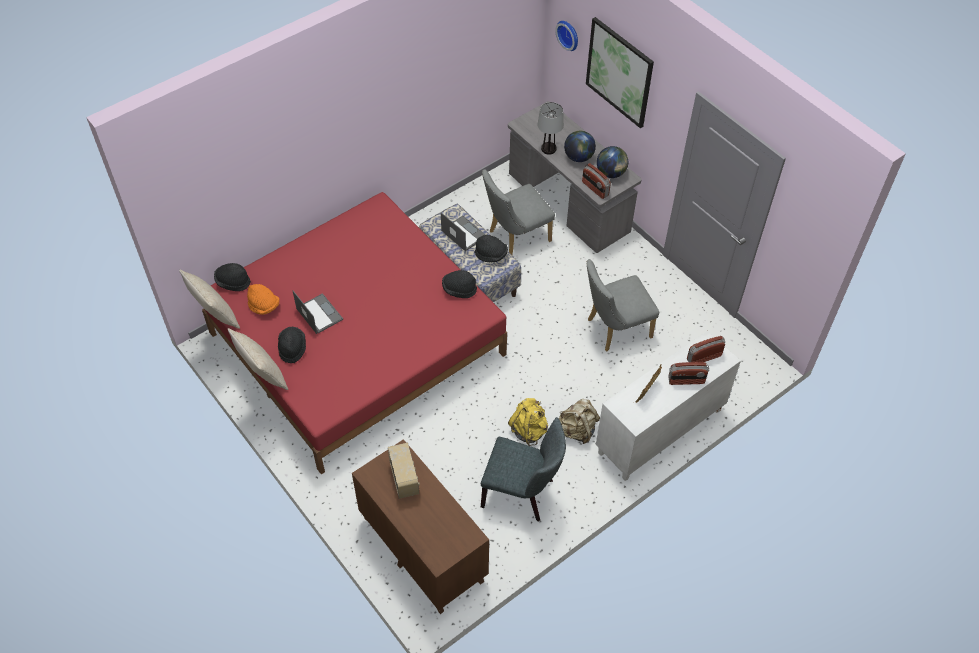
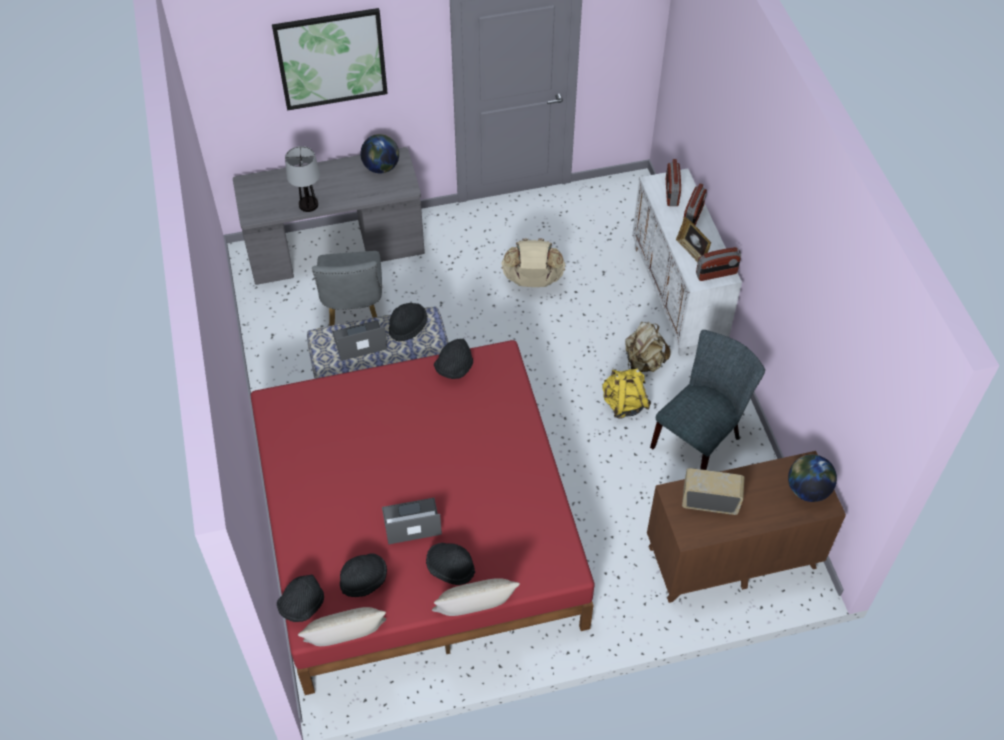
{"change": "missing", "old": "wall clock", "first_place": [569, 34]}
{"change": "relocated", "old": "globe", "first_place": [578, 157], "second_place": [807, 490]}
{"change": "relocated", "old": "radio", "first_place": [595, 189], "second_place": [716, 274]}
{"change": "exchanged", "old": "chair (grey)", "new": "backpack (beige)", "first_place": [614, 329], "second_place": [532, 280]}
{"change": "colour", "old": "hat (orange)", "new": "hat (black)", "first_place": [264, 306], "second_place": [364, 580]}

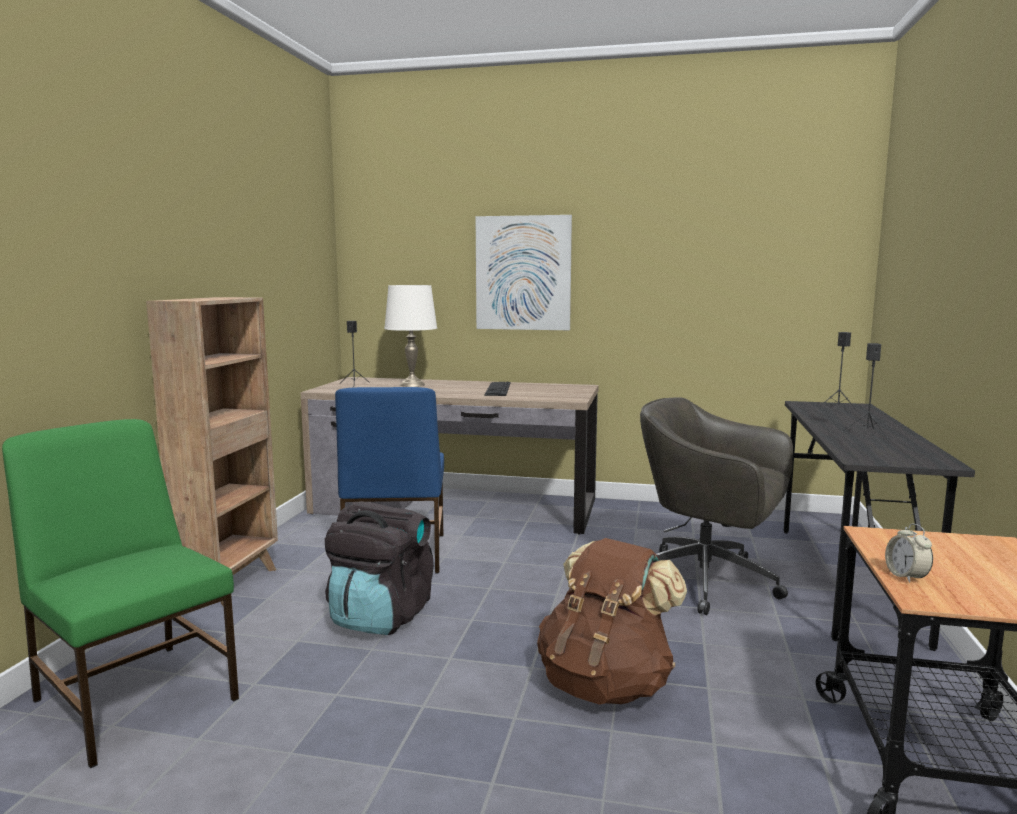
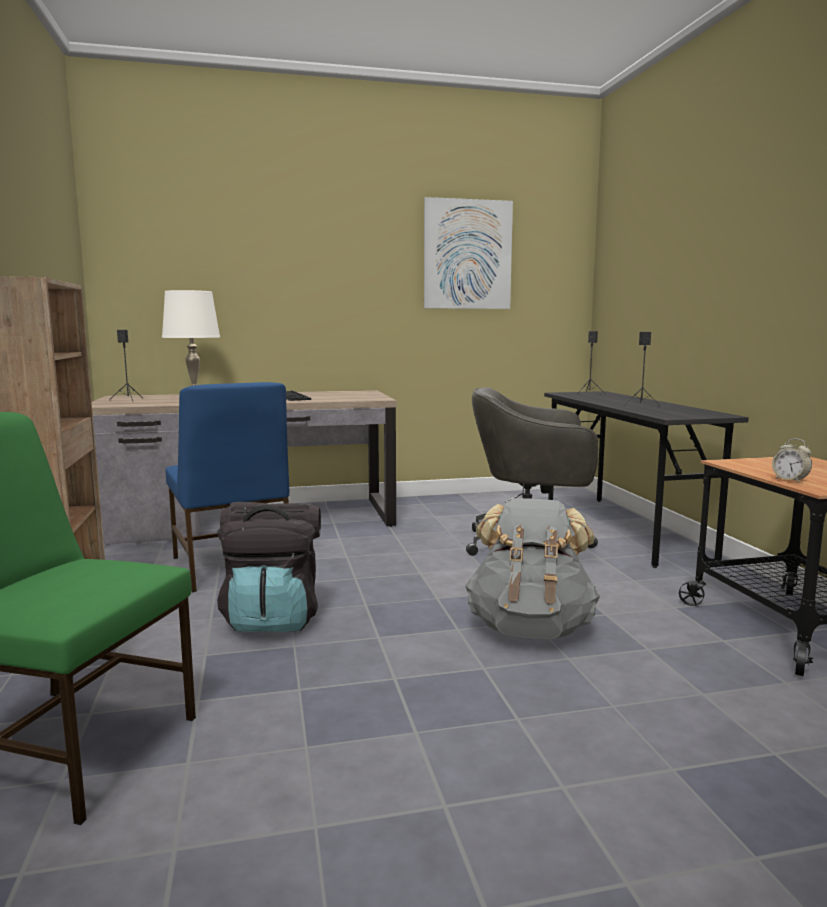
{"change": "relocated", "old": "picture", "first_place": [523, 273], "second_place": [467, 254]}
{"change": "colour", "old": "backpack (brown)", "new": "backpack (grey)", "first_place": [606, 684], "second_place": [530, 628]}

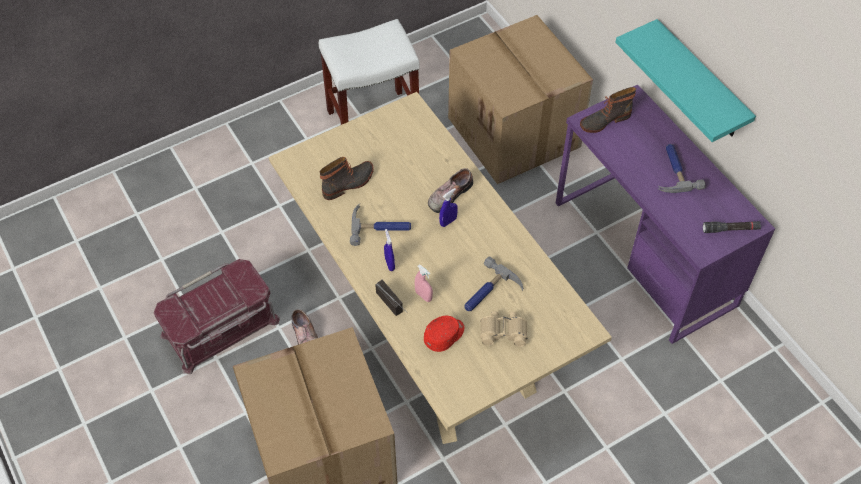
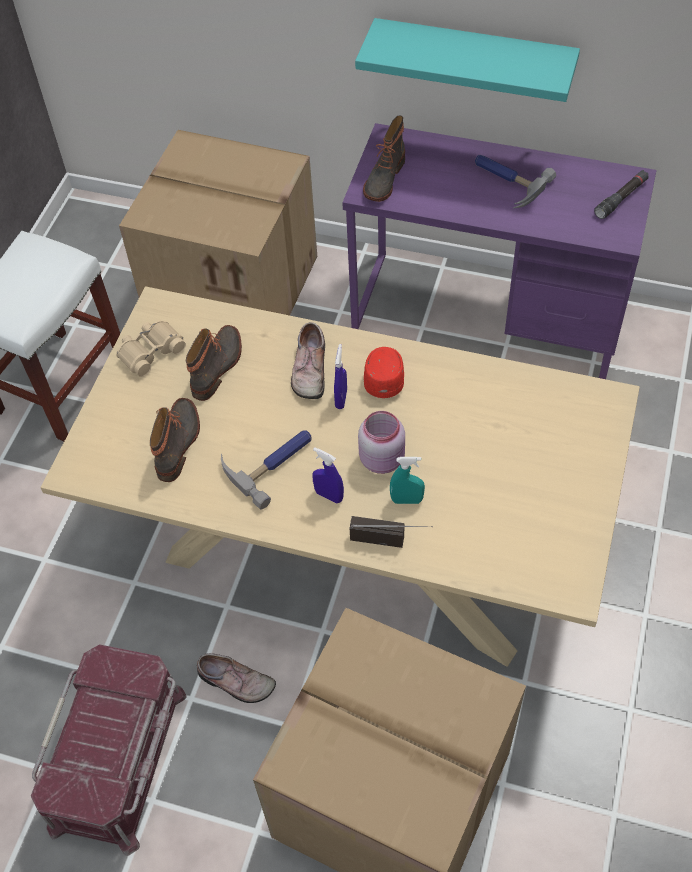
{"change": "missing", "old": "hammer", "first_place": [489, 293]}
{"change": "colour", "old": "spray bottle (pink)", "new": "spray bottle (turquoise)", "first_place": [423, 296], "second_place": [406, 500]}
{"change": "relocated", "old": "binoculars (beige)", "first_place": [503, 331], "second_place": [150, 351]}
{"change": "relocated", "old": "cap (red)", "first_place": [444, 335], "second_place": [384, 376]}
{"change": "appeared", "new": "boot", "second_place": [218, 366]}
{"change": "appeared", "new": "jar (pink)", "second_place": [383, 459]}

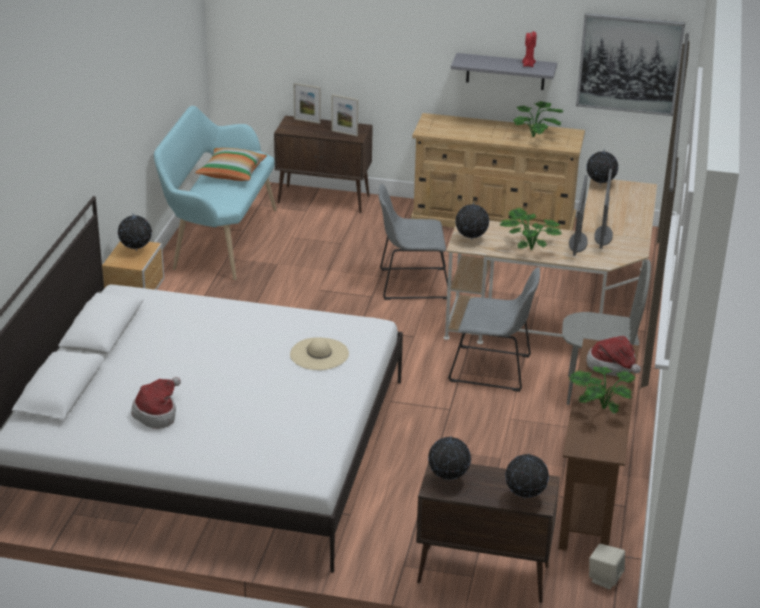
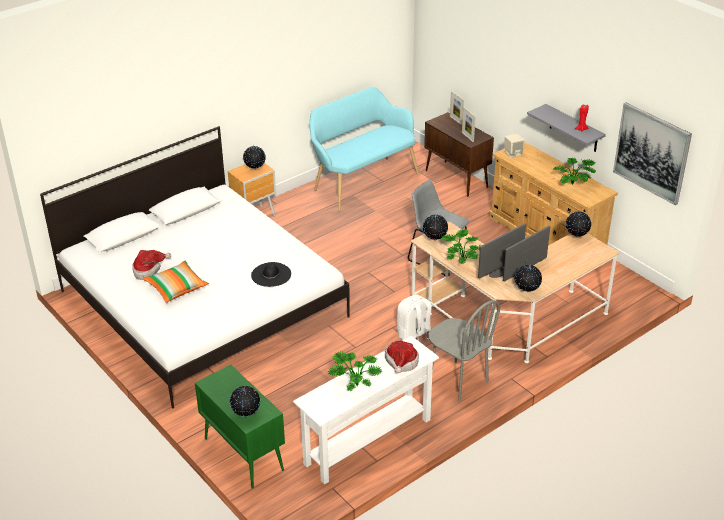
{"change": "relocated", "old": "pillow", "first_place": [231, 173], "second_place": [176, 288]}
{"change": "exchanged", "old": "chair (grey)", "new": "backpack (white)", "first_place": [494, 369], "second_place": [414, 335]}
{"change": "colour", "old": "hat (beige)", "new": "hat (black)", "first_place": [319, 354], "second_place": [271, 274]}
{"change": "colour", "old": "console table (brown)", "new": "console table (white)", "first_place": [592, 493], "second_place": [368, 442]}
{"change": "relocated", "old": "globe", "first_place": [448, 480], "second_place": [526, 291]}
{"change": "colour", "old": "cabinet (brown)", "new": "cabinet (green)", "first_place": [481, 574], "second_place": [243, 454]}
{"change": "relocated", "old": "speaker (beige)", "first_place": [604, 579], "second_place": [513, 153]}

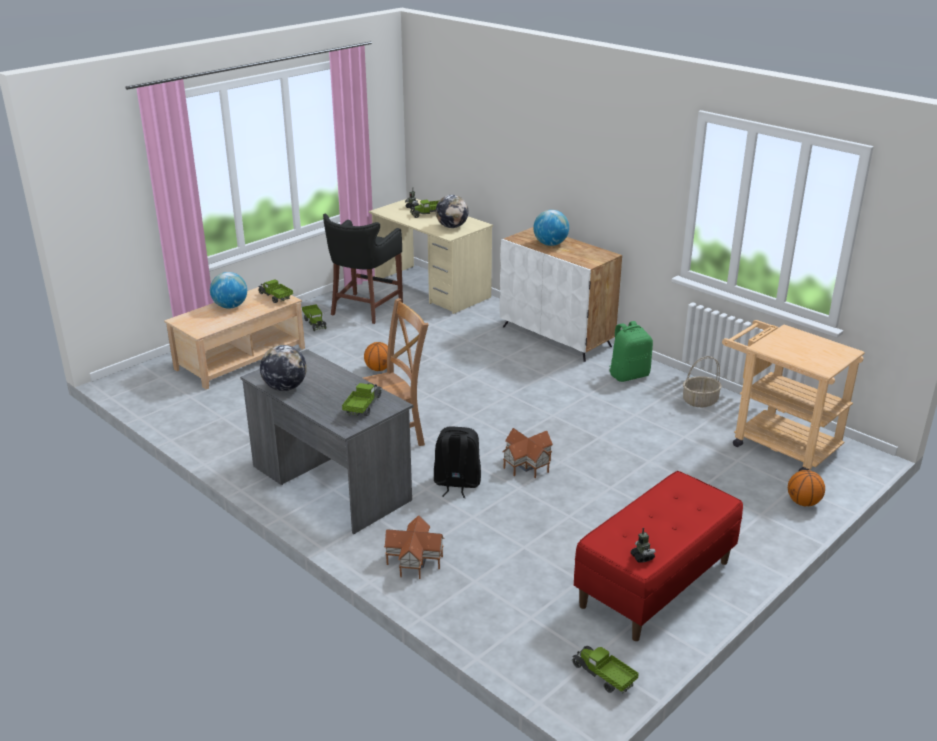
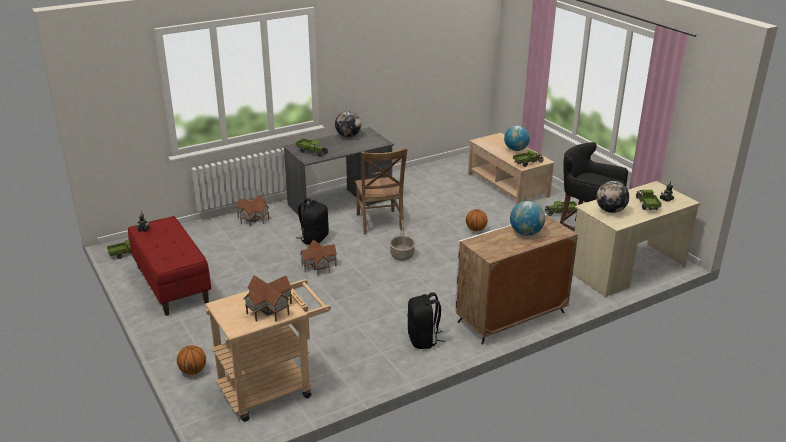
{"change": "colour", "old": "backpack (green)", "new": "backpack (black)", "first_place": [629, 375], "second_place": [423, 340]}
{"change": "relocated", "old": "basket", "first_place": [700, 401], "second_place": [402, 255]}
{"change": "appeared", "new": "toy house", "second_place": [269, 309]}

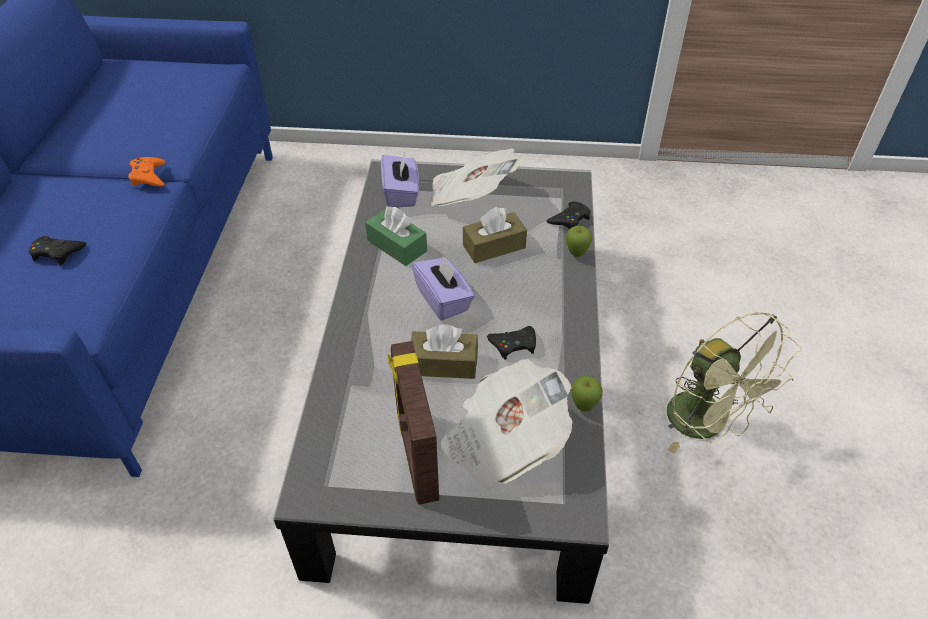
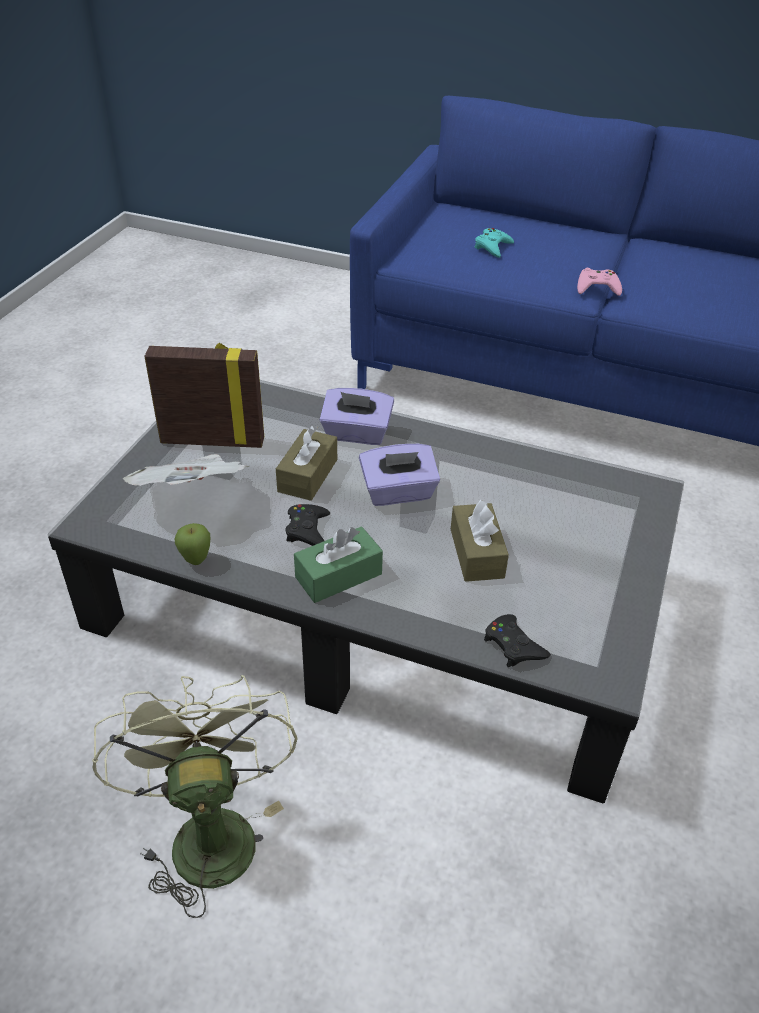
{"change": "missing", "old": "newspaper", "first_place": [470, 197]}
{"change": "relocated", "old": "tissue box (purple)", "first_place": [401, 194], "second_place": [356, 434]}
{"change": "colour", "old": "game controller (orange)", "new": "game controller (pink)", "first_place": [149, 176], "second_place": [597, 287]}
{"change": "relocated", "old": "tissue box (green)", "first_place": [397, 245], "second_place": [338, 575]}
{"change": "missing", "old": "apple", "first_place": [576, 254]}
{"change": "colour", "old": "game controller (black)", "new": "game controller (turquoise)", "first_place": [57, 253], "second_place": [492, 247]}
{"change": "spun", "old": "fan (green)", "first_place": [706, 425], "second_place": [208, 830], "degrees": 90}

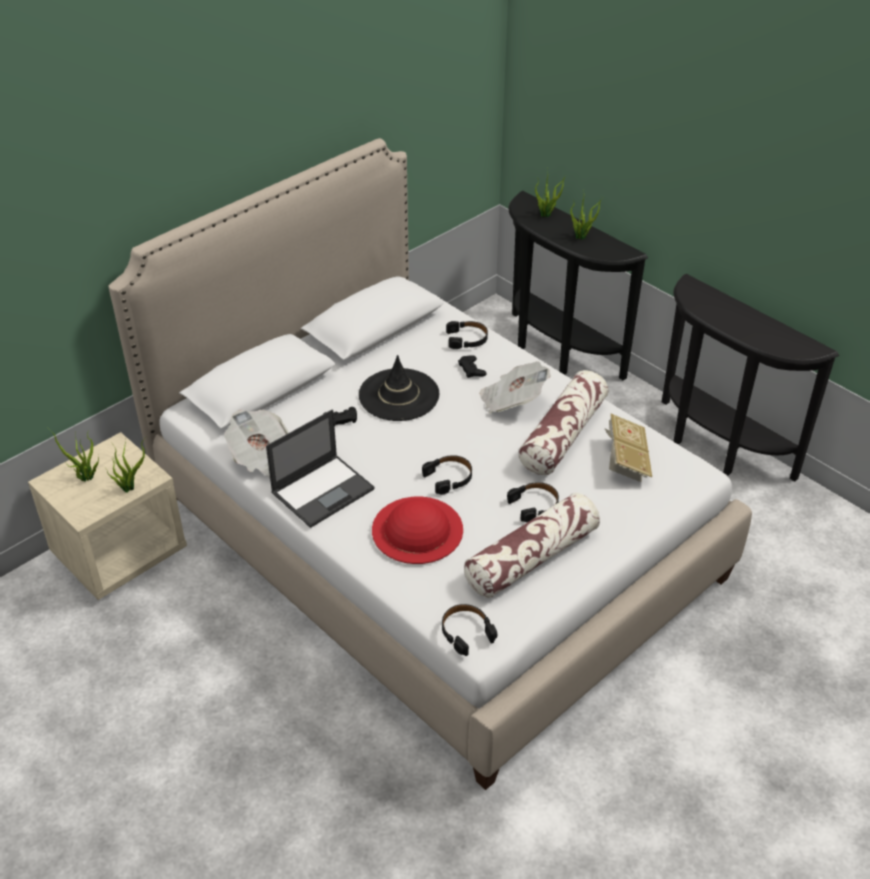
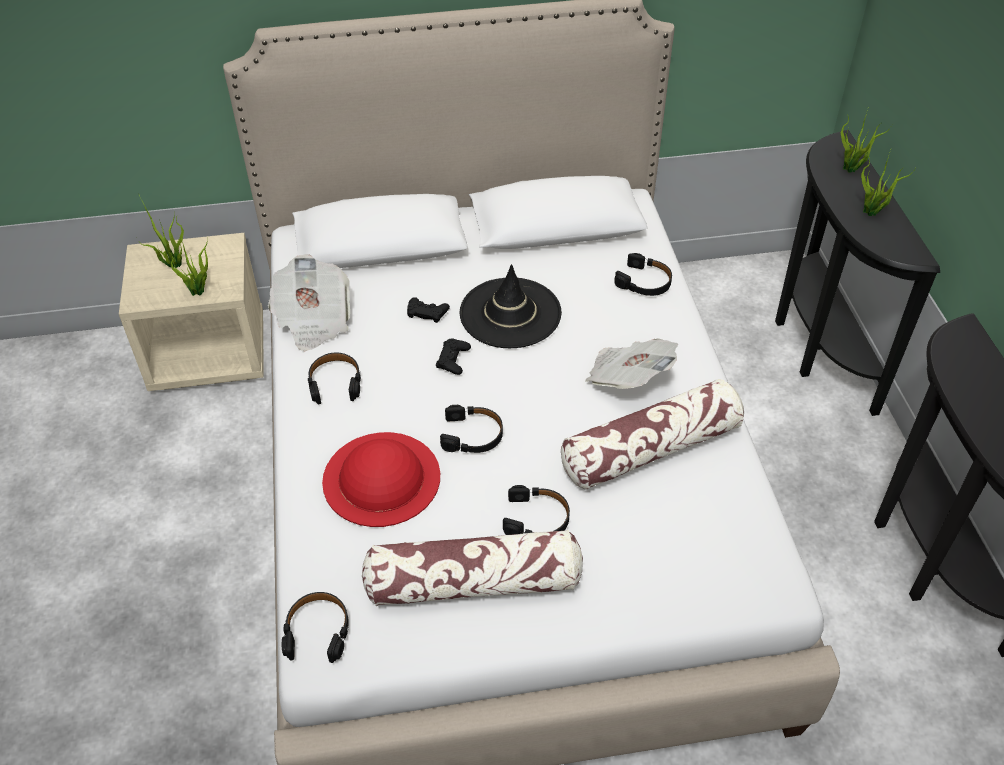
{"change": "relocated", "old": "game controller (black)", "first_place": [471, 369], "second_place": [453, 359]}
{"change": "exchanged", "old": "laptop", "new": "headphones (black)", "first_place": [323, 490], "second_place": [335, 383]}
{"change": "missing", "old": "book", "first_place": [625, 461]}

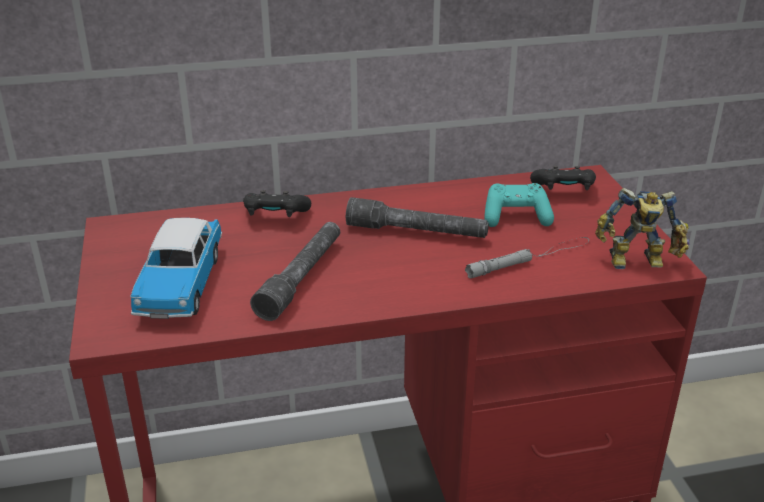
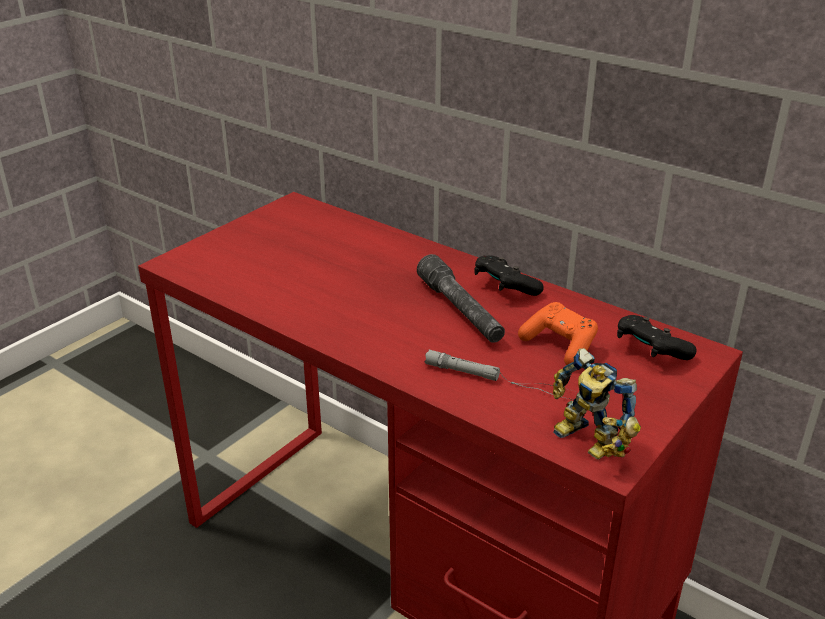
{"change": "colour", "old": "game controller (turquoise)", "new": "game controller (orange)", "first_place": [516, 217], "second_place": [560, 345]}
{"change": "relocated", "old": "game controller (black)", "first_place": [275, 217], "second_place": [505, 287]}
{"change": "missing", "old": "toy car", "first_place": [181, 284]}
{"change": "missing", "old": "flashlight (grey)", "first_place": [301, 278]}

